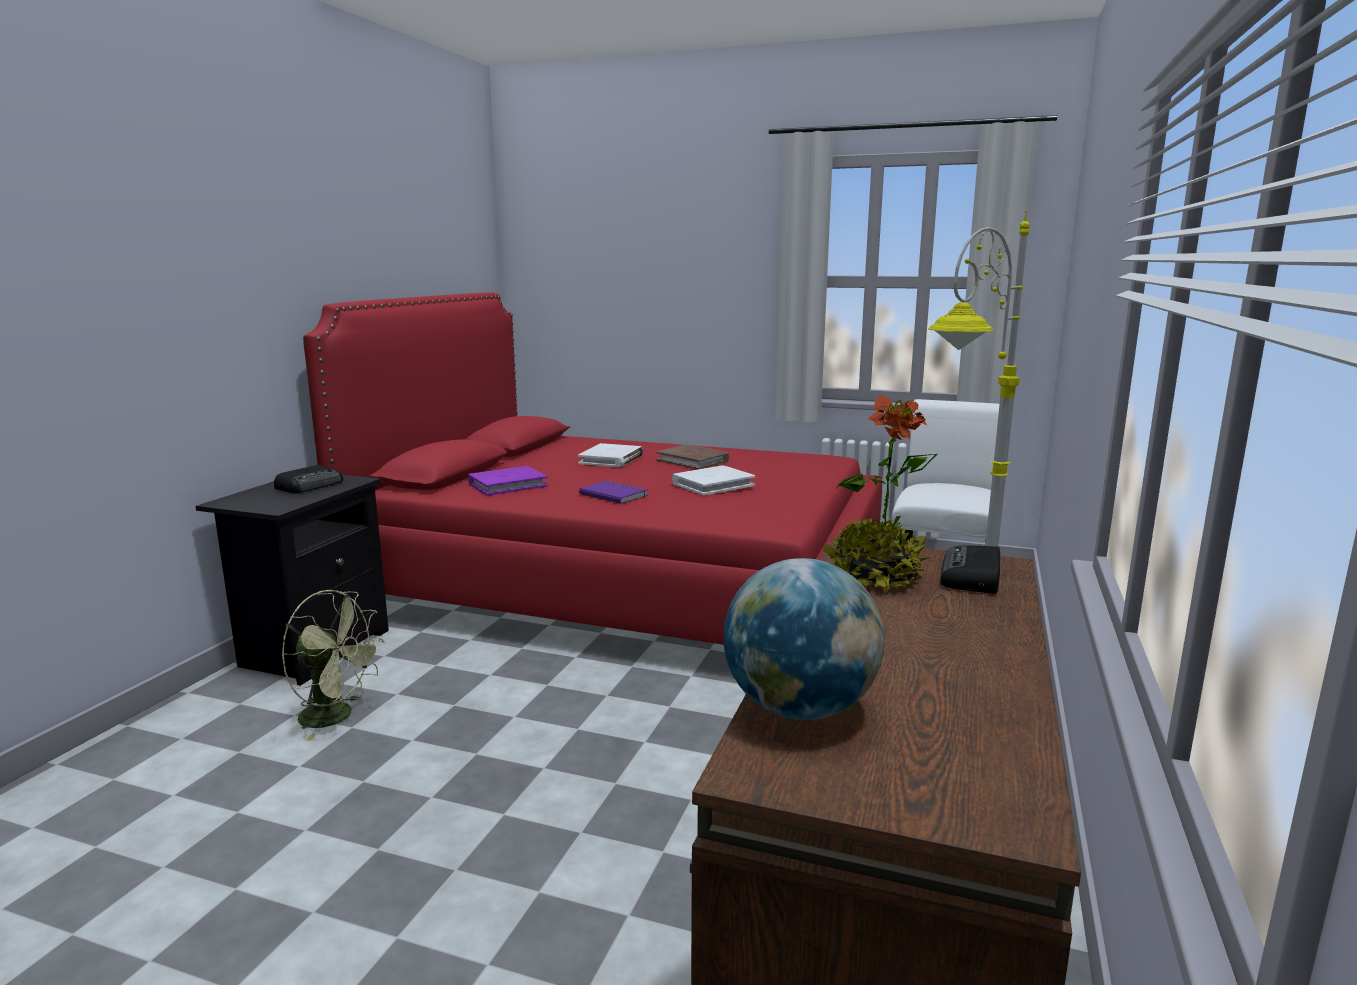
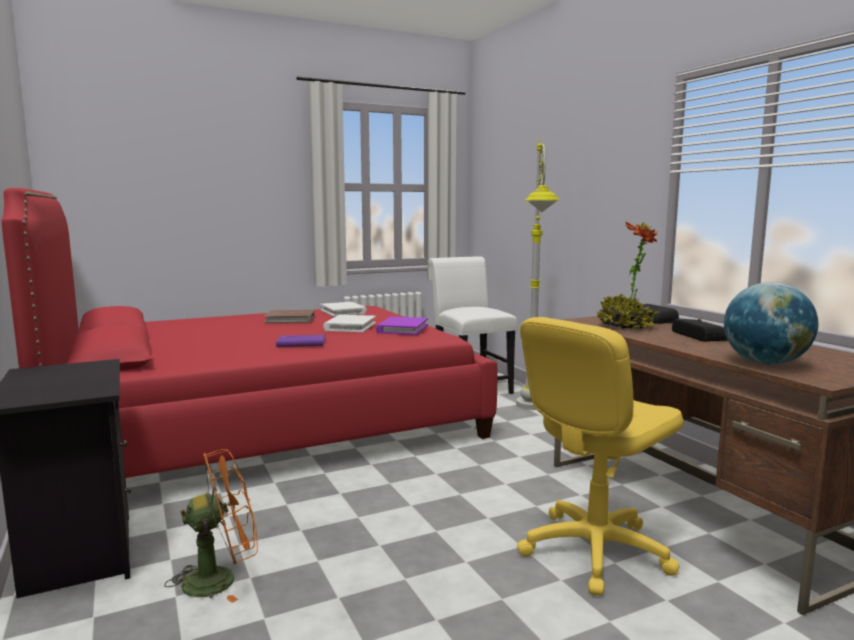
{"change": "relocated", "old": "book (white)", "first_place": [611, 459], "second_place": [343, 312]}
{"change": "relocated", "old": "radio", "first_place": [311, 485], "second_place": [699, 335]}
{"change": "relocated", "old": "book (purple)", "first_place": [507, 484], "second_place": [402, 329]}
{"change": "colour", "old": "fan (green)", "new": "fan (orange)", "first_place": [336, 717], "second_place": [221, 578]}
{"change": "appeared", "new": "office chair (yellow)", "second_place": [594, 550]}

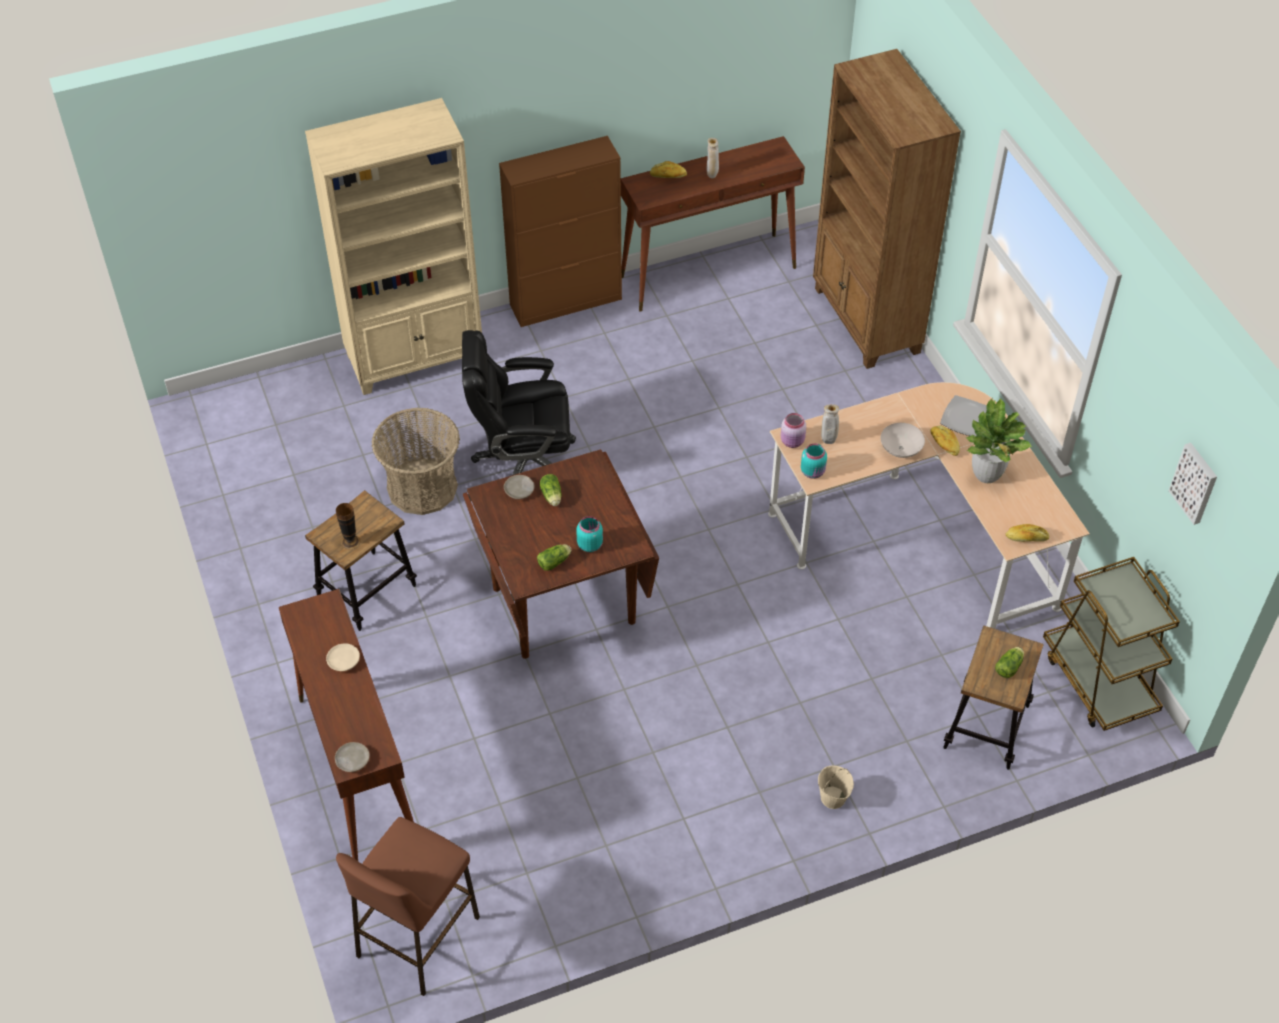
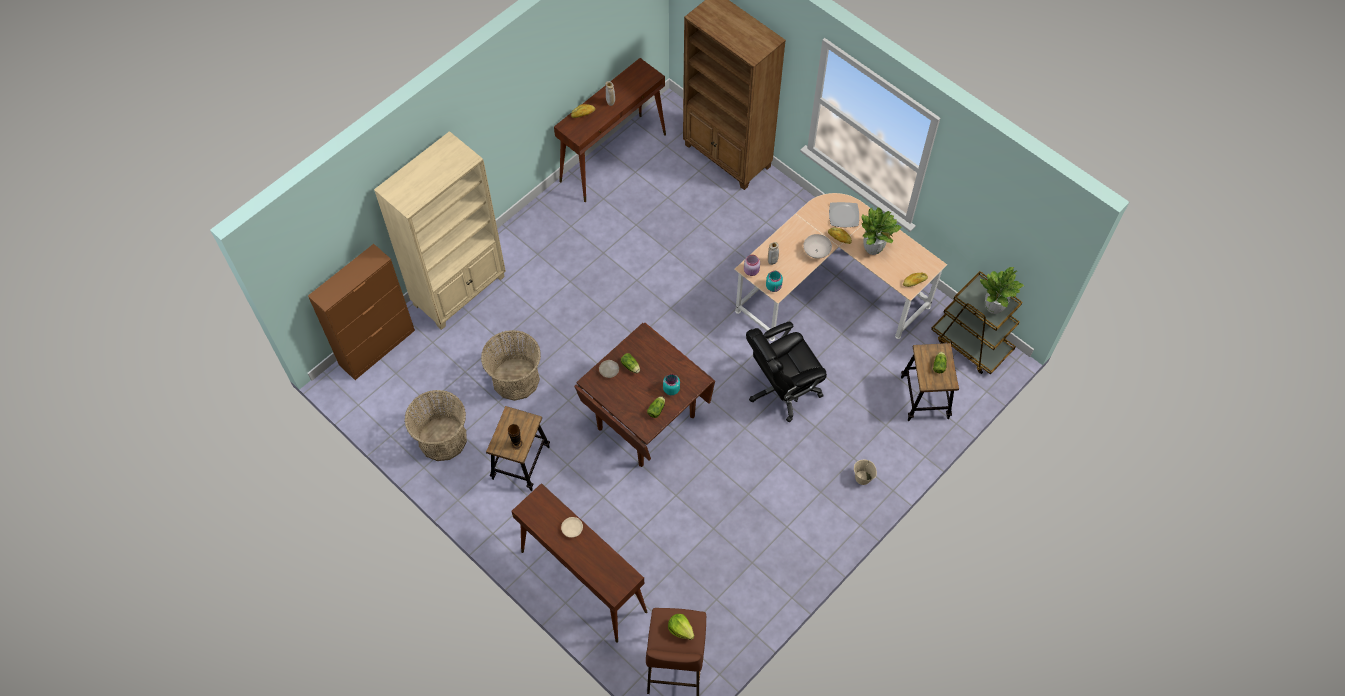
{"change": "relocated", "old": "cabinet (brown)", "first_place": [566, 302], "second_place": [377, 347]}
{"change": "relocated", "old": "office chair (black)", "first_place": [523, 462], "second_place": [782, 389]}
{"change": "missing", "old": "picture", "first_place": [1195, 482]}
{"change": "missing", "old": "plate (beige)", "first_place": [352, 760]}
{"change": "appeared", "new": "potted plant", "second_place": [993, 308]}
{"change": "appeared", "new": "basket", "second_place": [442, 439]}
{"change": "appeared", "new": "lettuce", "second_place": [681, 629]}

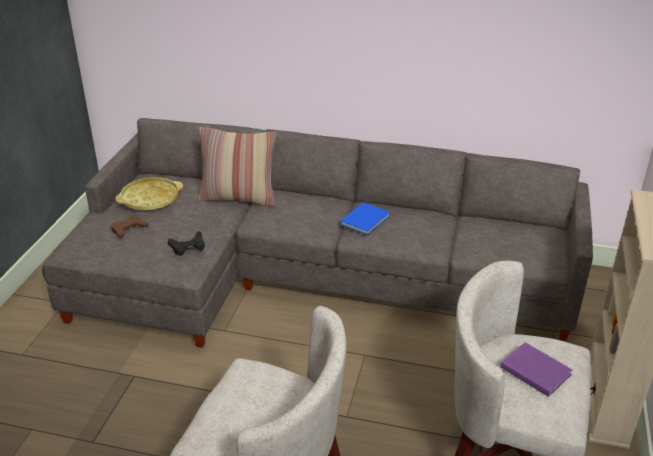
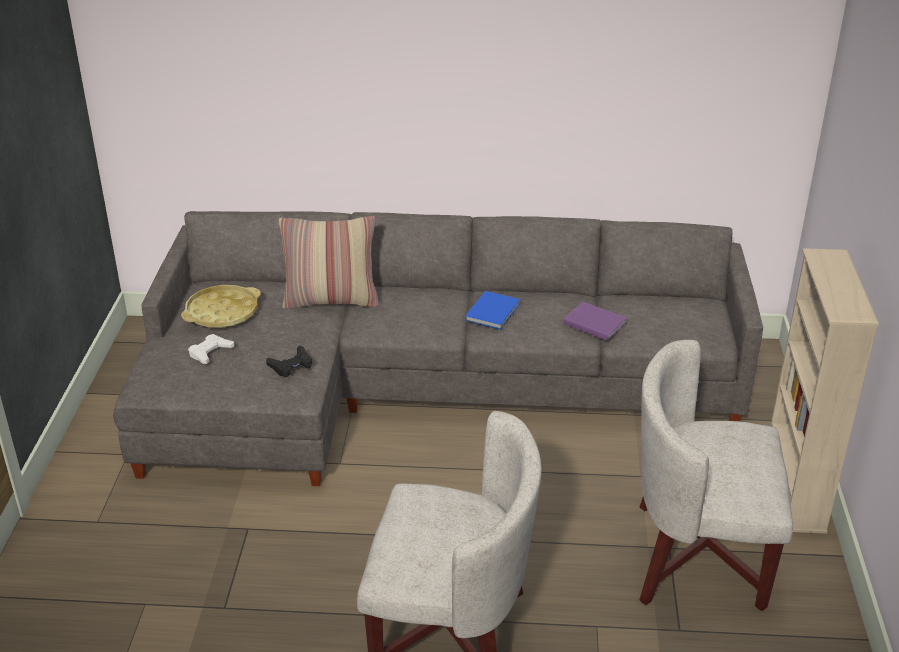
{"change": "colour", "old": "game controller (brown)", "new": "game controller (white)", "first_place": [129, 229], "second_place": [210, 352]}
{"change": "relocated", "old": "book (purple)", "first_place": [534, 369], "second_place": [593, 322]}

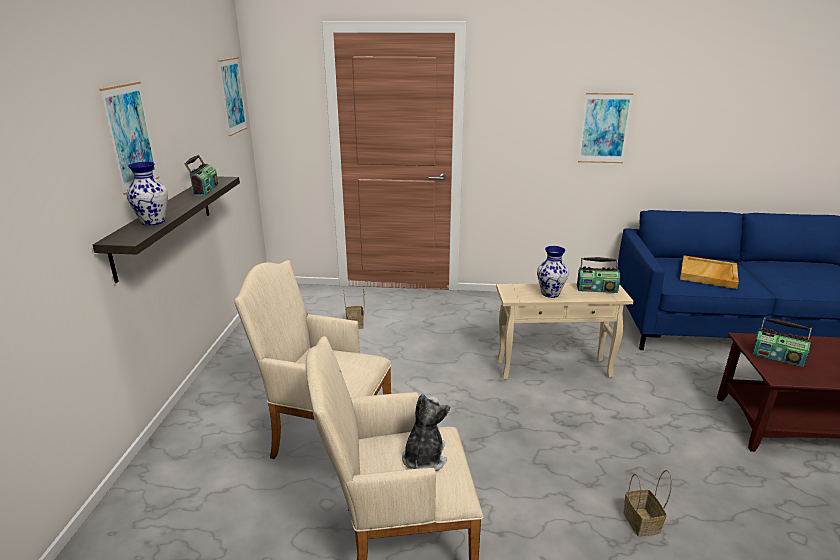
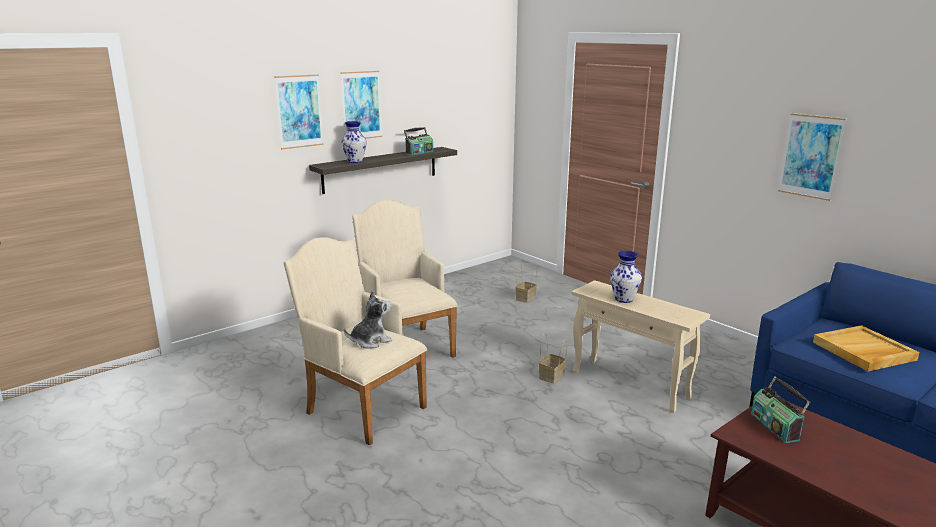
{"change": "relocated", "old": "picture", "first_place": [232, 96], "second_place": [299, 111]}
{"change": "missing", "old": "radio", "first_place": [596, 289]}
{"change": "relocated", "old": "basket", "first_place": [642, 523], "second_place": [551, 377]}

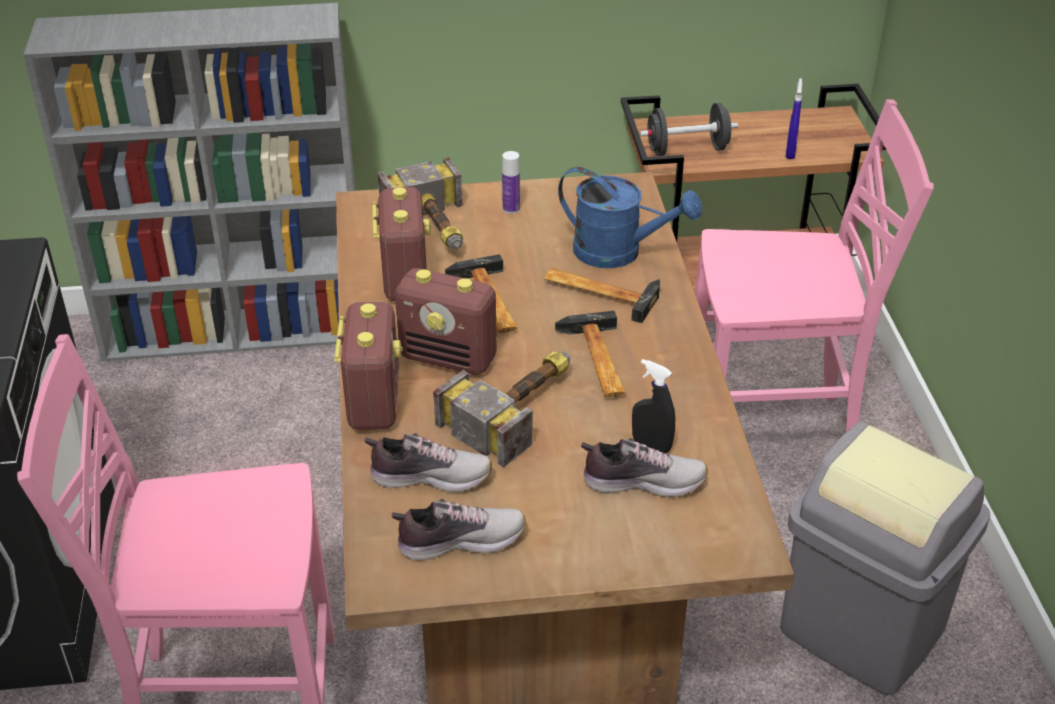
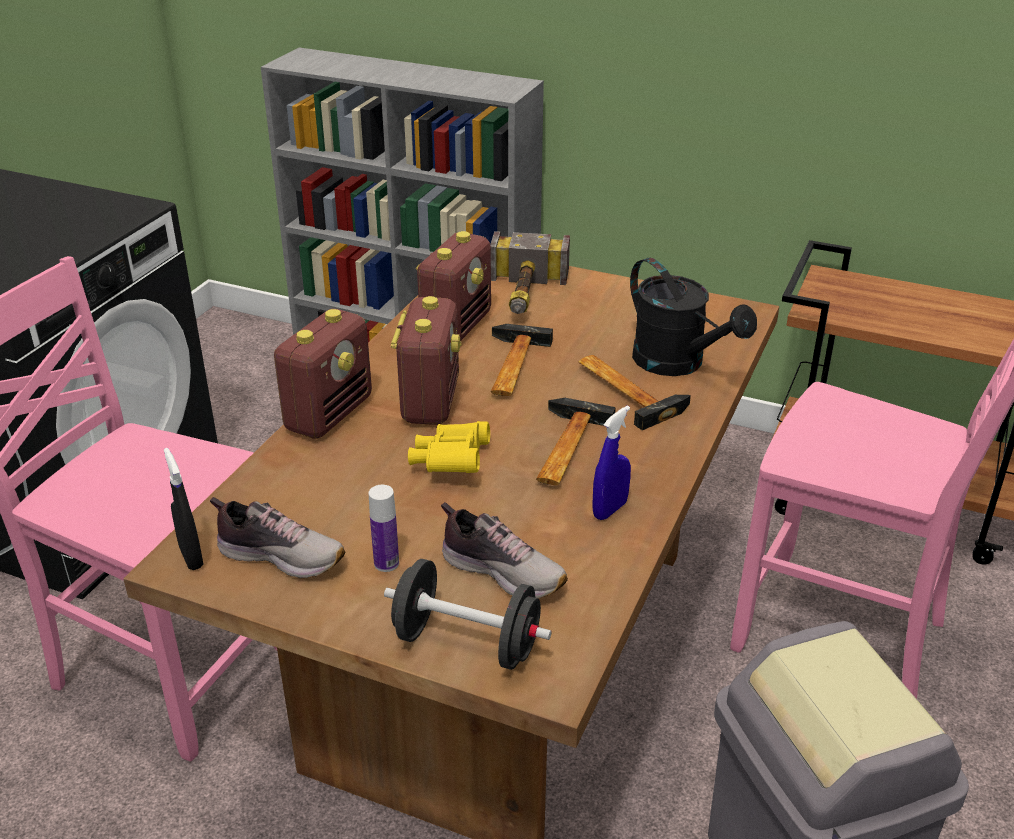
{"change": "relocated", "old": "spray bottle (blue)", "first_place": [790, 152], "second_place": [610, 509]}
{"change": "relocated", "old": "dumbbell (black)", "first_place": [687, 149], "second_place": [467, 643]}
{"change": "relocated", "old": "bottle", "first_place": [511, 208], "second_place": [386, 563]}
{"change": "colour", "old": "watering can (blue)", "new": "watering can (black)", "first_place": [619, 253], "second_place": [678, 364]}
{"change": "spun", "old": "radio", "first_place": [449, 358], "second_place": [430, 401], "degrees": -135}
{"change": "exchanged", "old": "hammer", "new": "binoculars (yellow)", "first_place": [519, 407], "second_place": [451, 463]}
{"change": "relocated", "old": "spray bottle (black)", "first_place": [651, 445], "second_place": [191, 557]}
{"change": "missing", "old": "shoe", "first_place": [430, 476]}

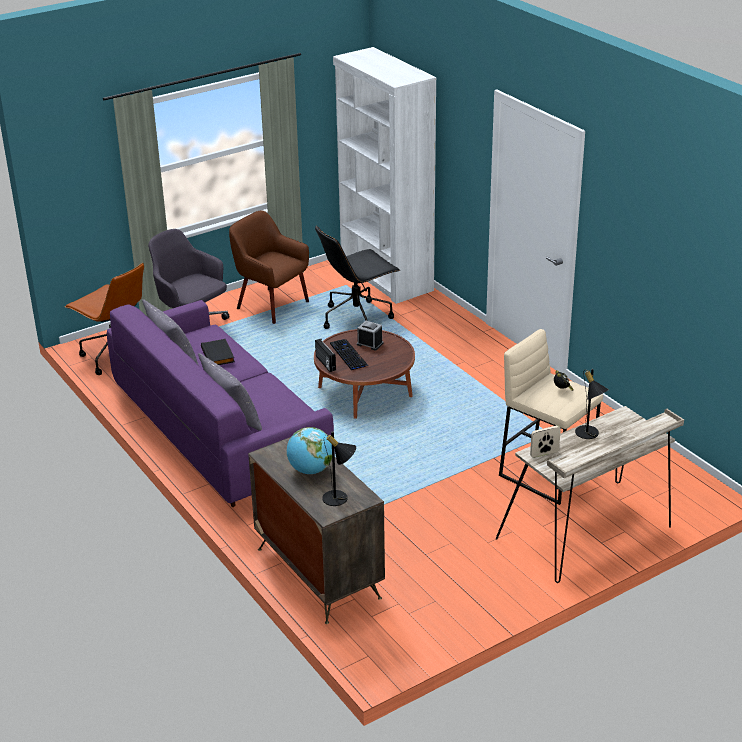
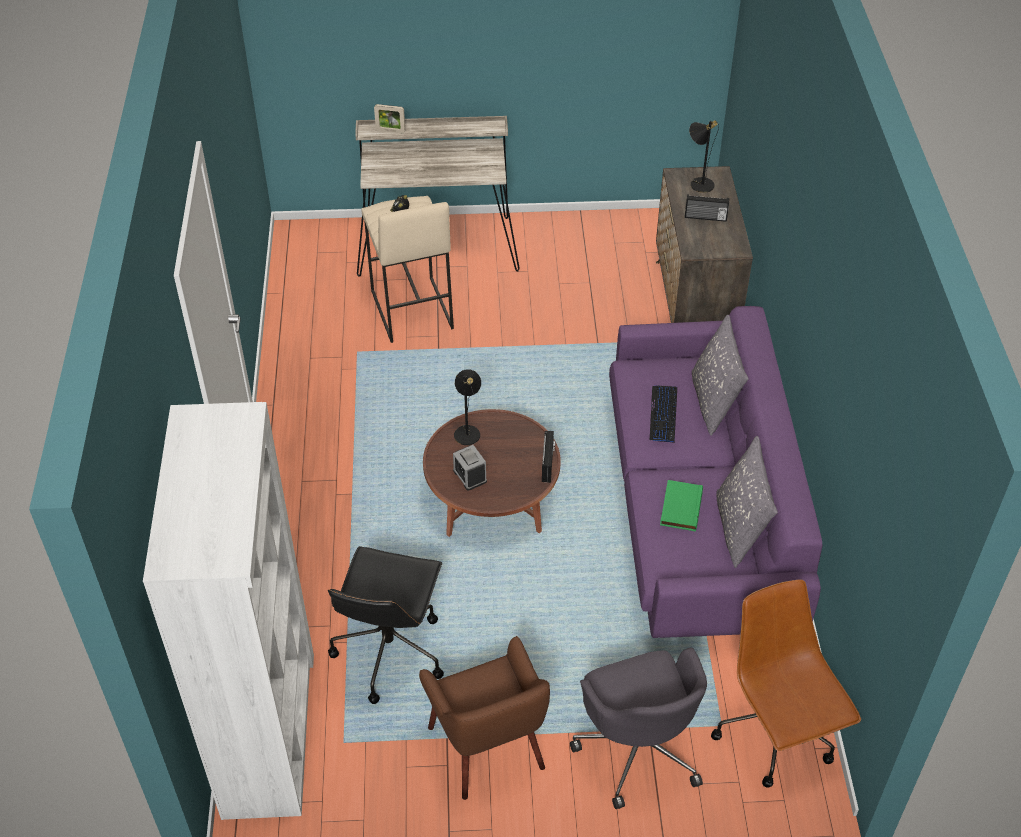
{"change": "spun", "old": "office chair (black)", "first_place": [357, 317], "second_place": [389, 650], "degrees": 105}
{"change": "colour", "old": "book (black)", "new": "book (green)", "first_place": [218, 355], "second_place": [679, 507]}
{"change": "relocated", "old": "keyboard", "first_place": [348, 355], "second_place": [663, 414]}
{"change": "relocated", "old": "table lamp (black)", "first_place": [589, 435], "second_place": [468, 431]}
{"change": "relocated", "old": "picture frame", "first_place": [544, 454], "second_place": [390, 131]}
{"change": "exchanged", "old": "globe", "new": "radio", "first_place": [310, 470], "second_place": [705, 217]}

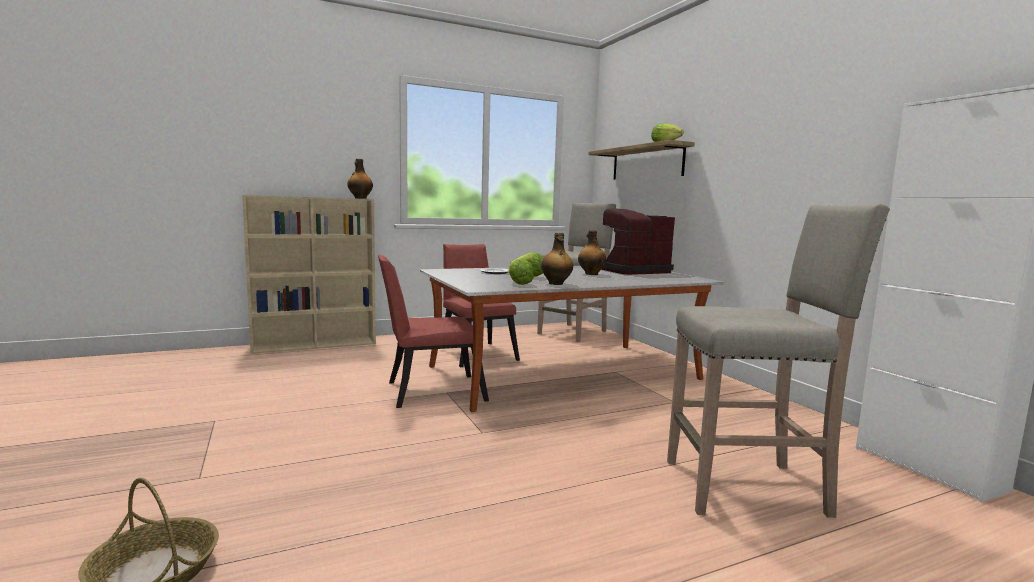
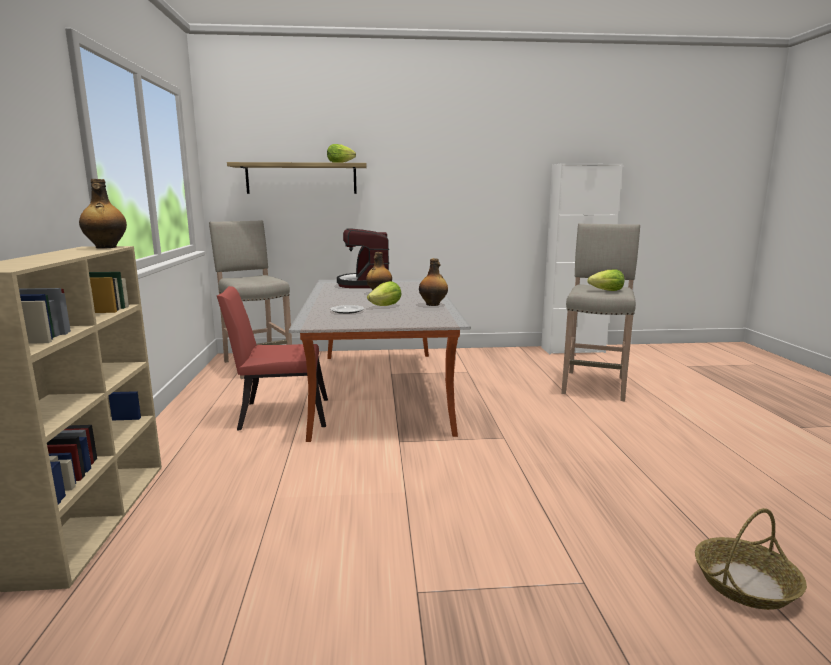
{"change": "missing", "old": "chair (red)", "first_place": [428, 391]}
{"change": "relocated", "old": "lettuce", "first_place": [518, 283], "second_place": [607, 291]}

